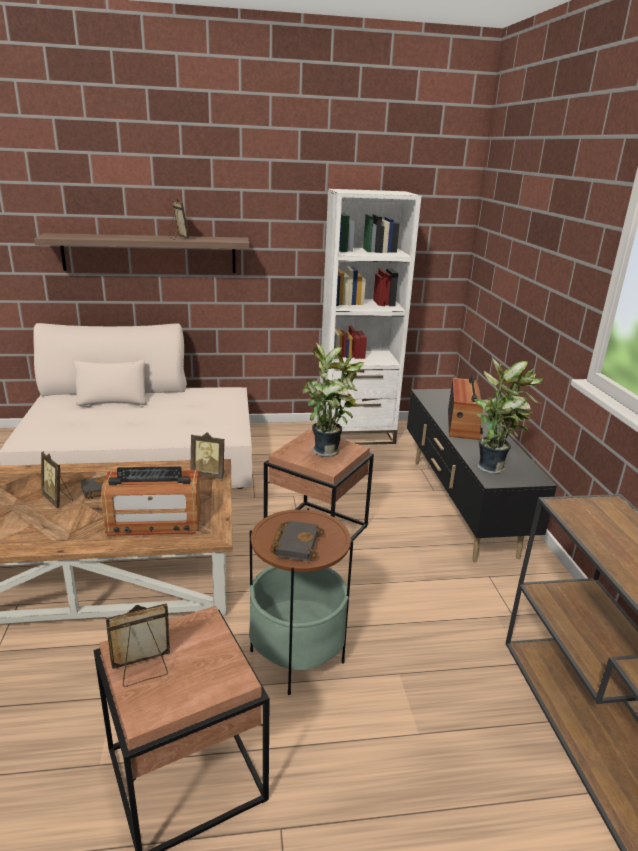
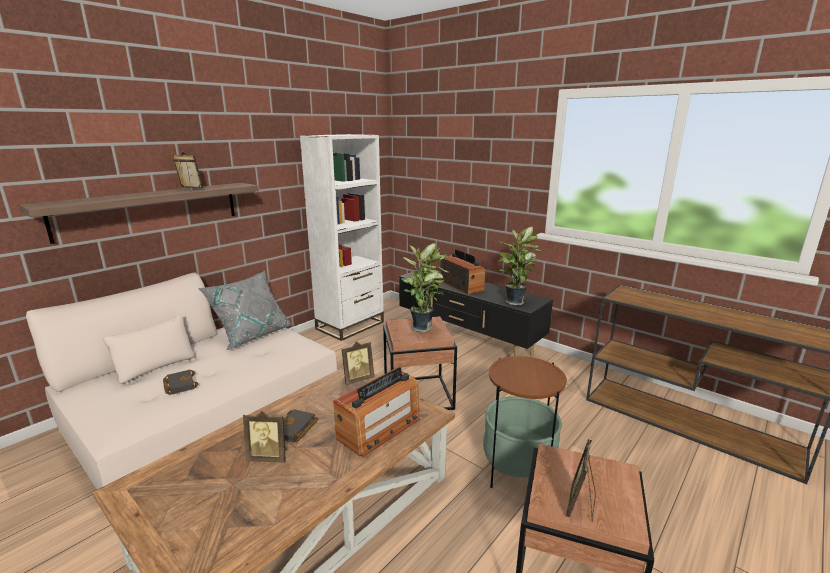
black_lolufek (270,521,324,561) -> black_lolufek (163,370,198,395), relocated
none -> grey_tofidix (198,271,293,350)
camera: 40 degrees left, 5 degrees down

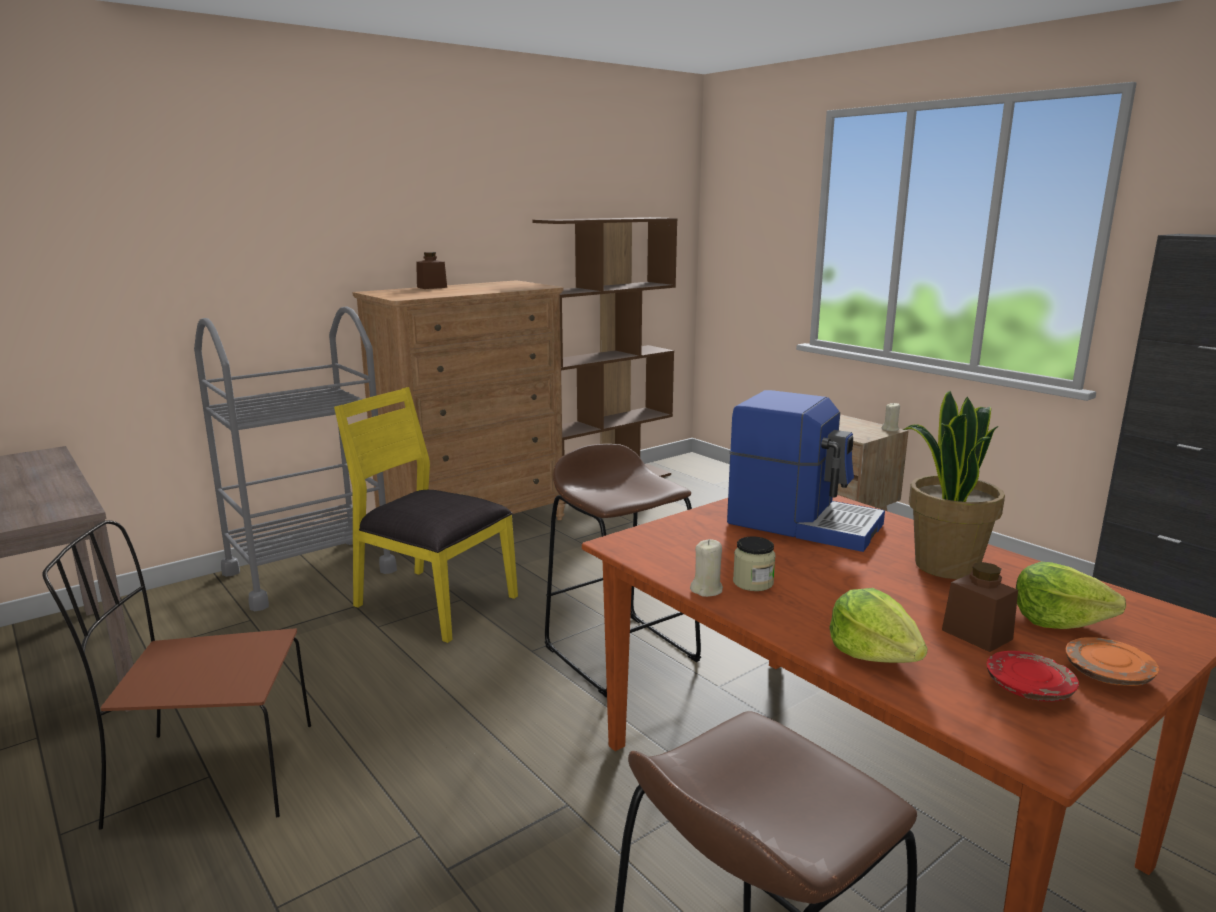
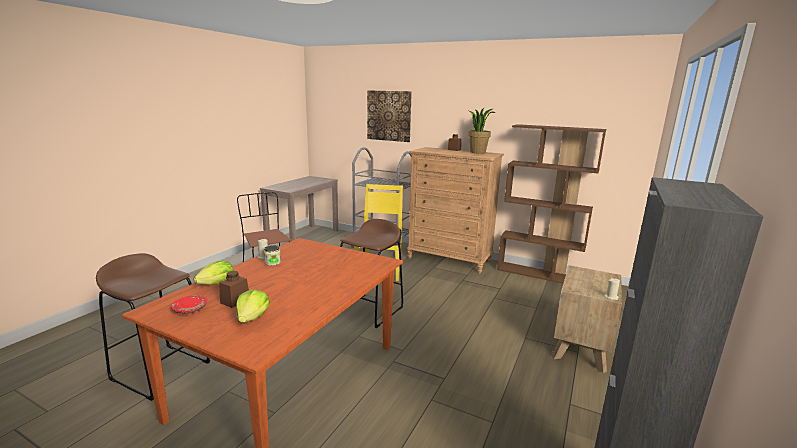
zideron (727,390,885,552) -> none
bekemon (903,391,1005,579) -> bekemon (468,108,496,154), relocated
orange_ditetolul (1065,637,1159,686) -> none
none -> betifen (367,90,412,142)
camera: 65 degrees right, 0 degrees up

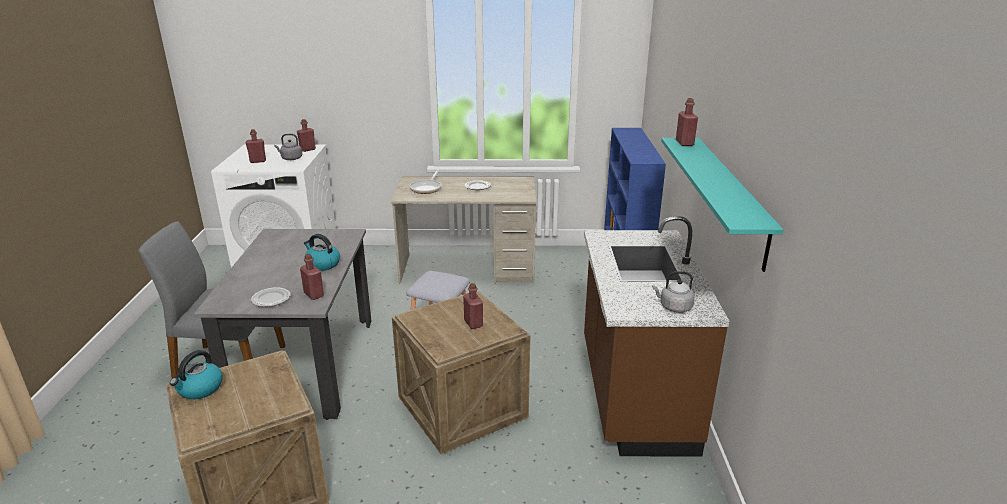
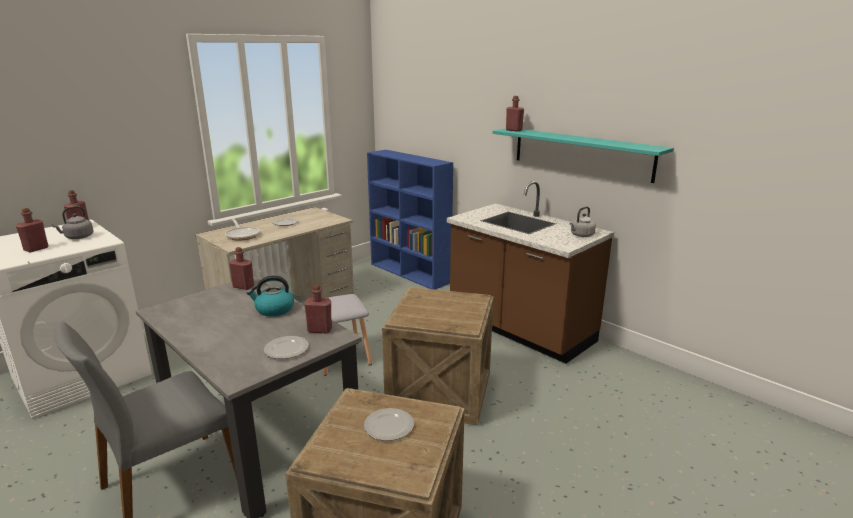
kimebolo (170,350,223,399) -> none
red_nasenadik (463,283,483,329) -> red_nasenadik (229,247,254,290), relocated
none -> ditetolul (364,408,414,441)
camera: 45 degrees left, 5 degrees down

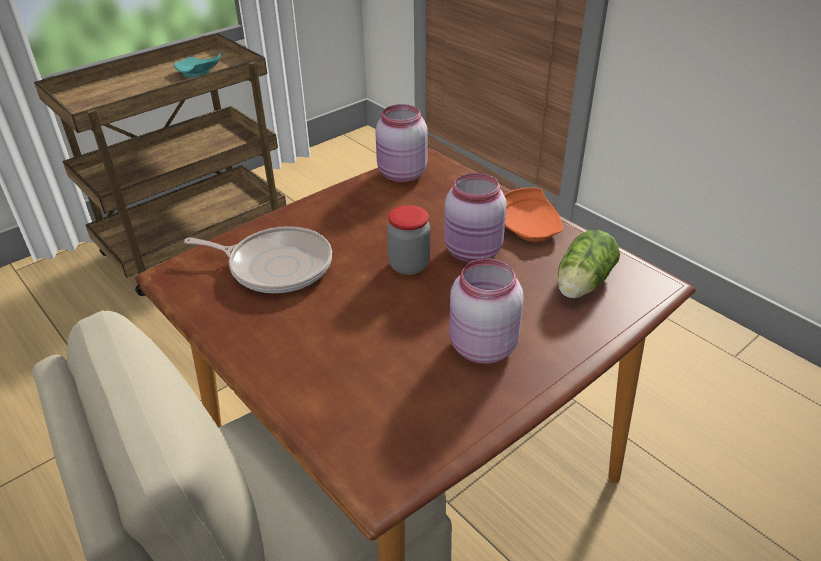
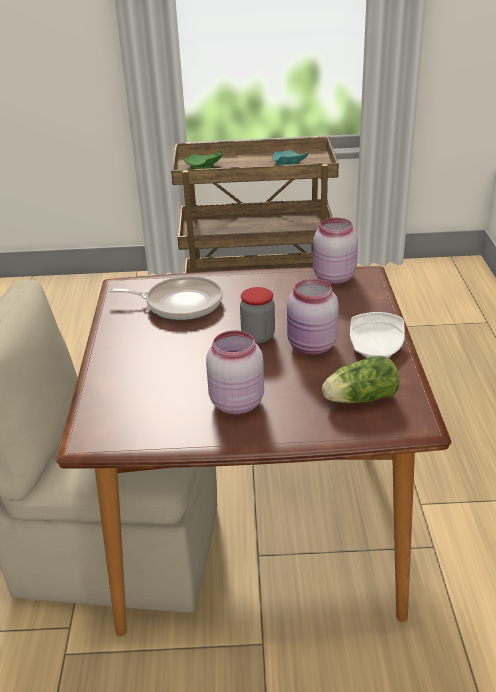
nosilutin (184,226,332,293) -> nosilutin (108,276,223,320), 45 degrees counterclockwise
orange_ditetolul (504,187,563,242) -> white_ditetolul (350,312,405,358)
none -> green_ditetolul (184,150,223,169)
camera: 40 degrees right, 5 degrees down

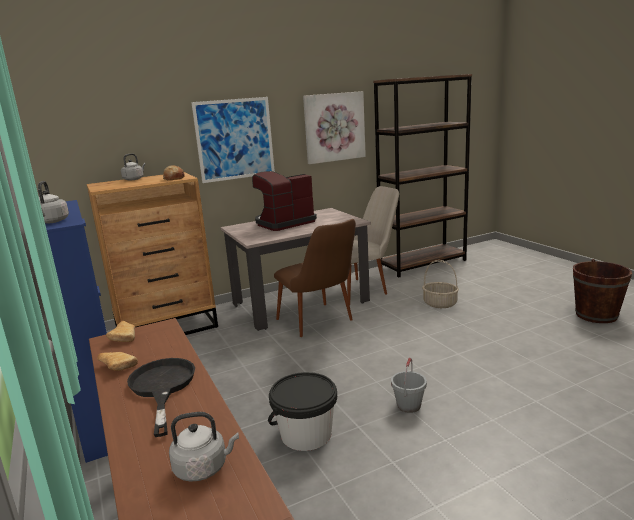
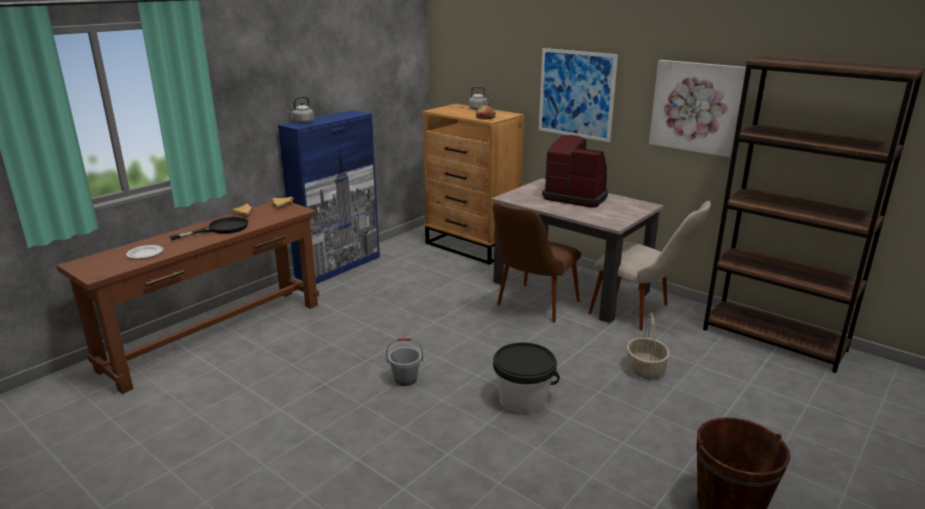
grey_kimebolo (169,412,239,482) -> ditetolul (126,245,163,259)
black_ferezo (268,372,337,451) -> black_ferezo (493,342,560,413), relocated
camera: 65 degrees right, 5 degrees up

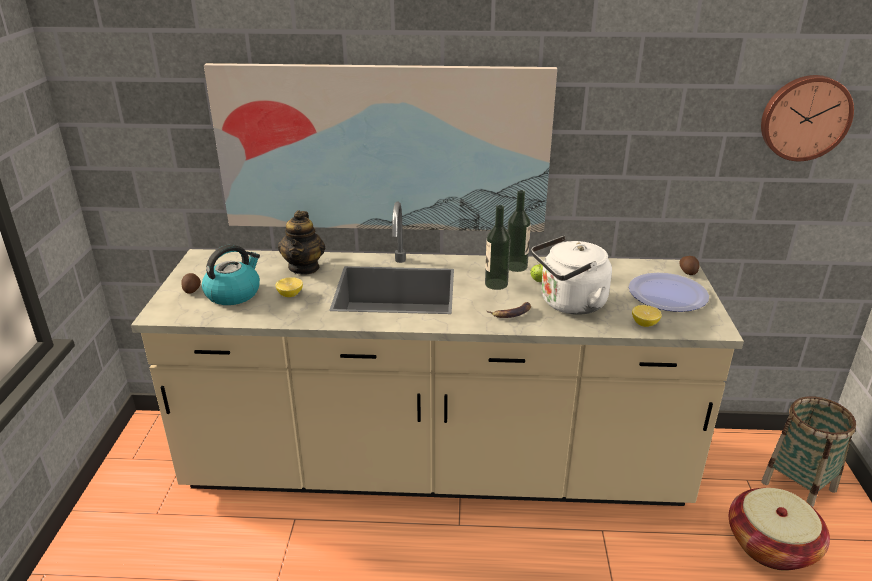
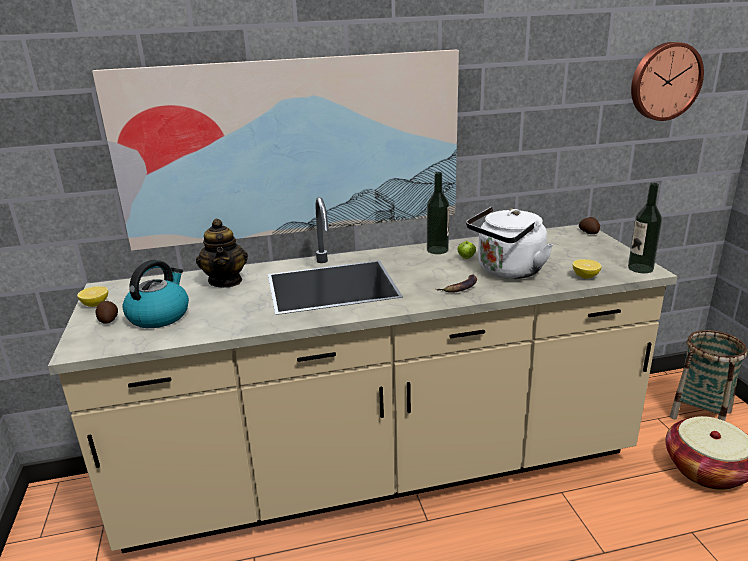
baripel (276,277,303,297) -> baripel (77,286,108,307), relocated
nasenadik (485,205,511,290) -> nasenadik (628,183,662,273), relocated
ditetolul (629,273,709,312) -> none
camera: 15 degrees left, 5 degrees down

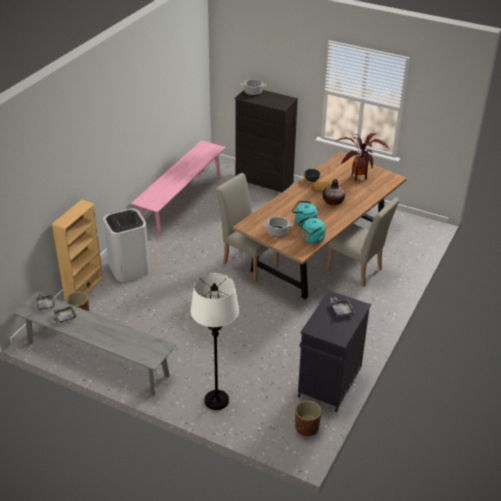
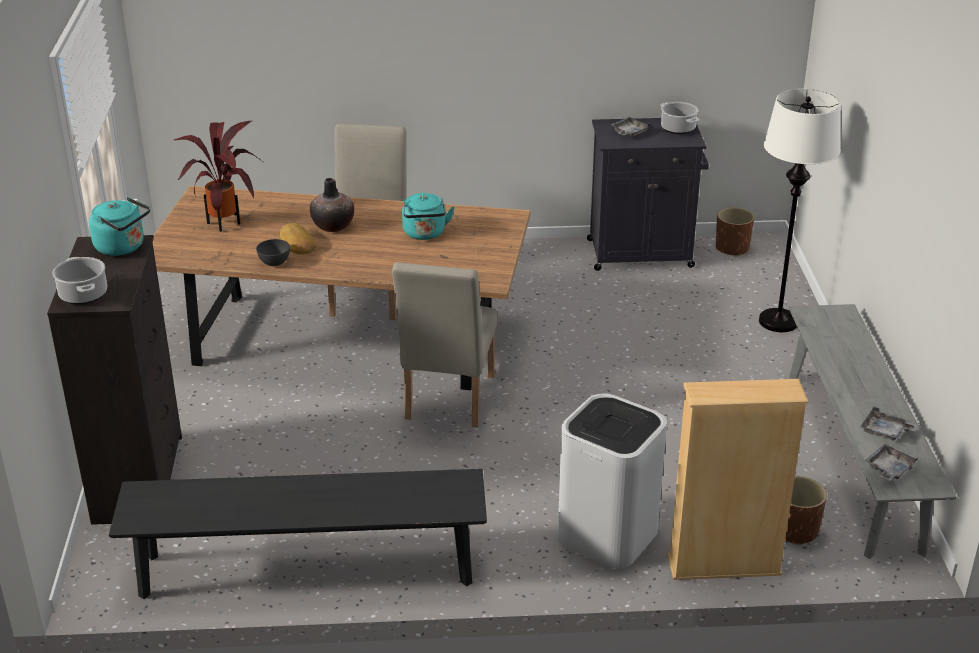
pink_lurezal (131,140,226,236) -> black_lurezal (109,469,487,599)
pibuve (263,216,294,237) -> pibuve (660,102,699,134), relocated
turquoise_kimebolo (298,217,326,244) -> turquoise_kimebolo (89,197,150,256), relocated
camera: 120 degrees left, 5 degrees down

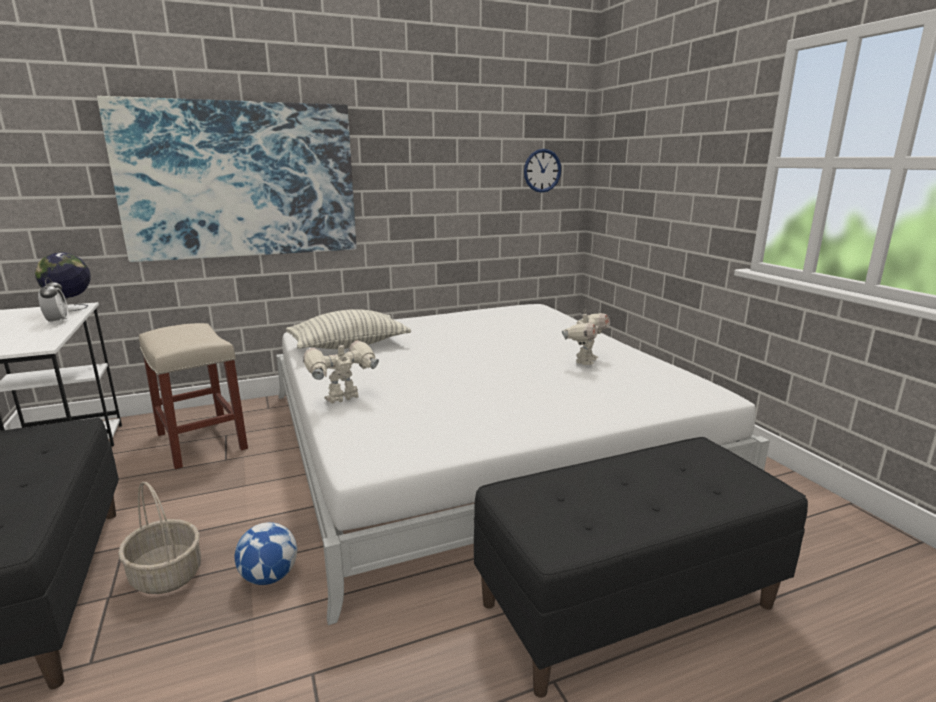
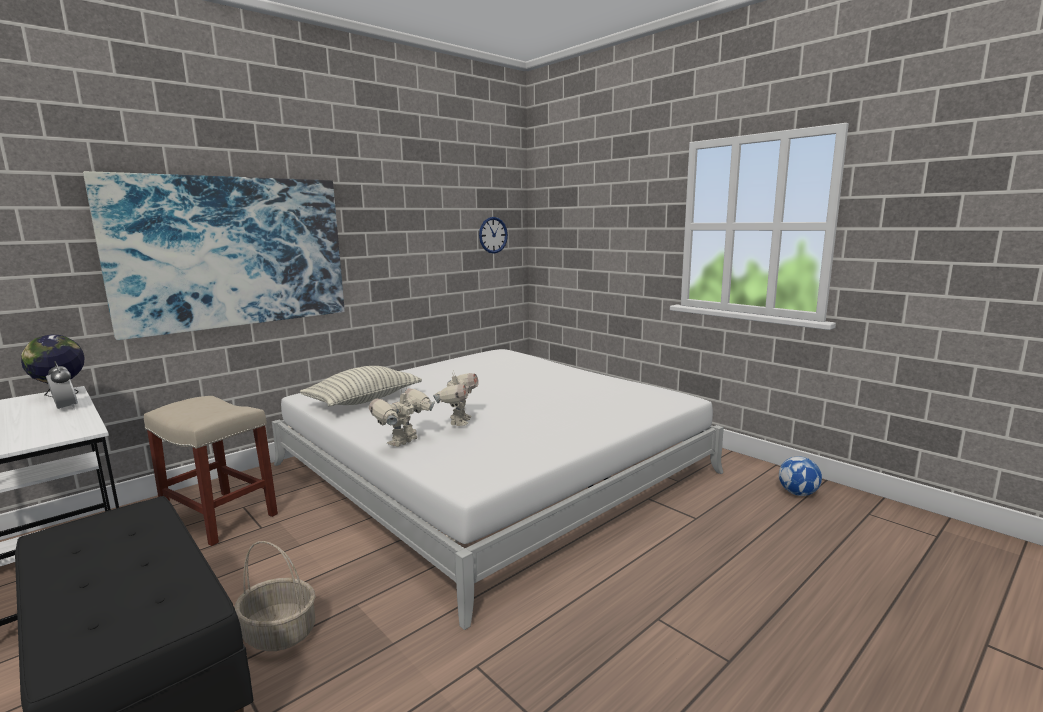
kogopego (234,522,297,585) -> kogopego (779,456,822,496), relocated
black_lurezal (474,437,808,698) -> none
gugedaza (562,310,610,365) -> gugedaza (433,370,479,426), relocated
camera: 20 degrees left, 5 degrees down

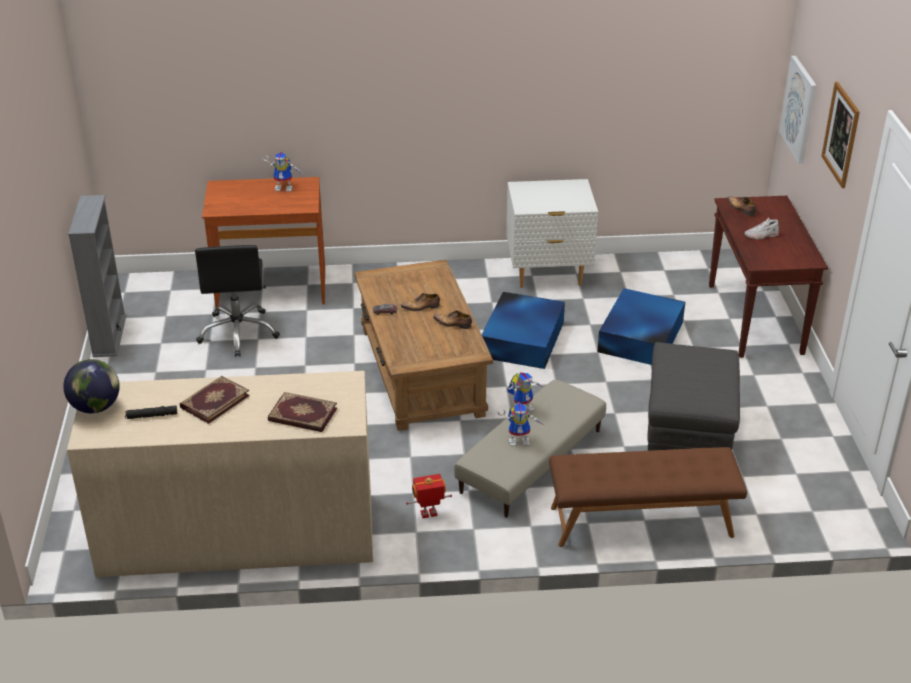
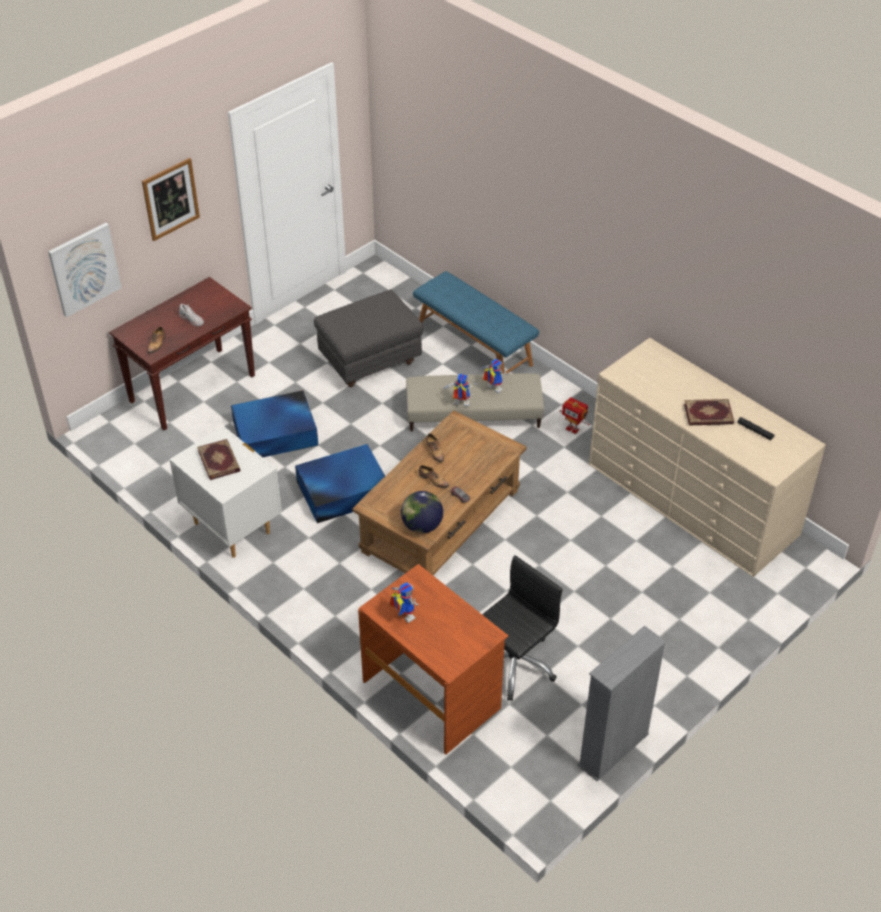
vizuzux (63,359,120,413) -> vizuzux (401,491,443,533), relocated
lolufek (268,392,337,432) -> lolufek (197,439,240,480), relocated
brown_lurezal (549,447,747,547) -> blue_lurezal (413,271,539,374)
camera: 130 degrees left, 10 degrees up

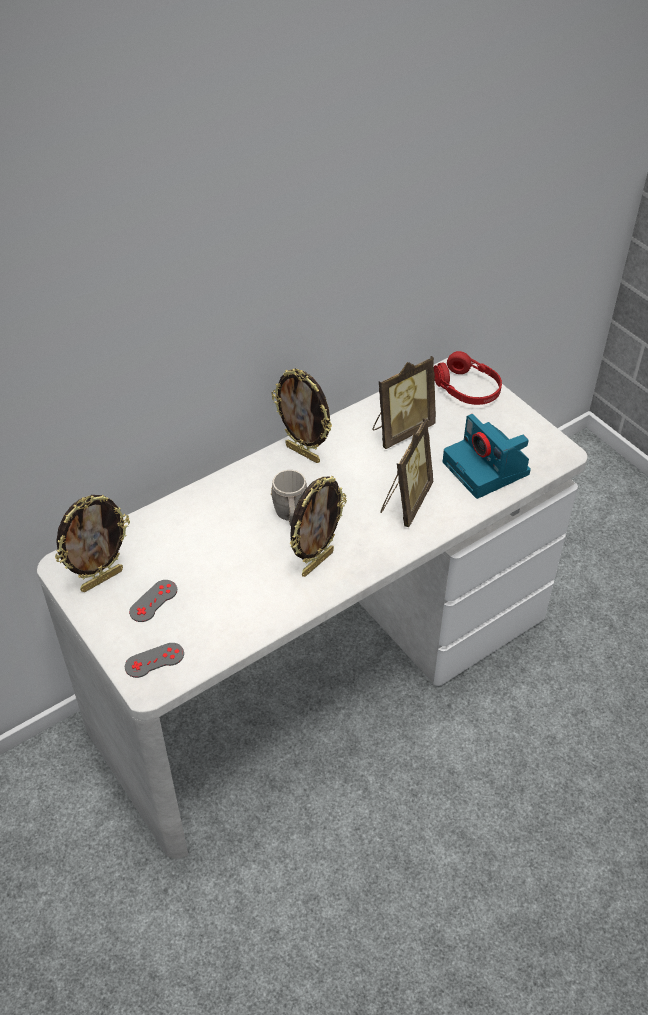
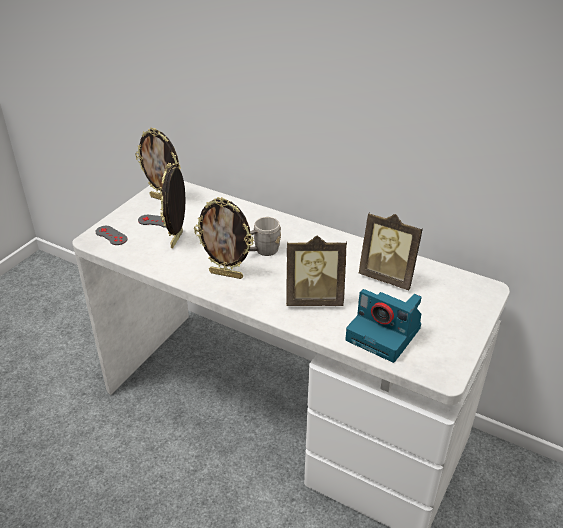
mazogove (271,369,332,463) -> mazogove (161,163,185,248), relocated
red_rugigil (434,351,502,405) -> none
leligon (443,414,531,499) -> leligon (345,289,421,363), 90 degrees counterclockwise
camera: 65 degrees right, 10 degrees down

